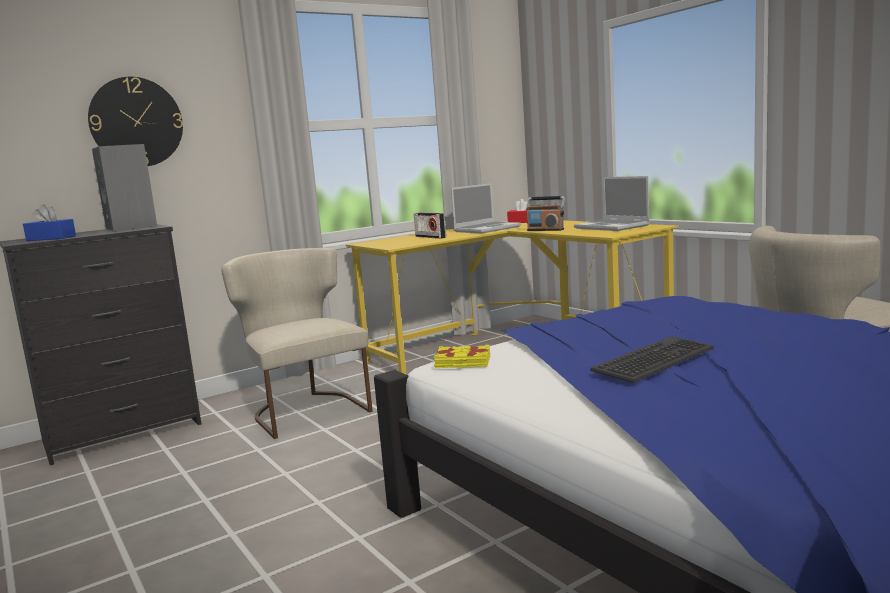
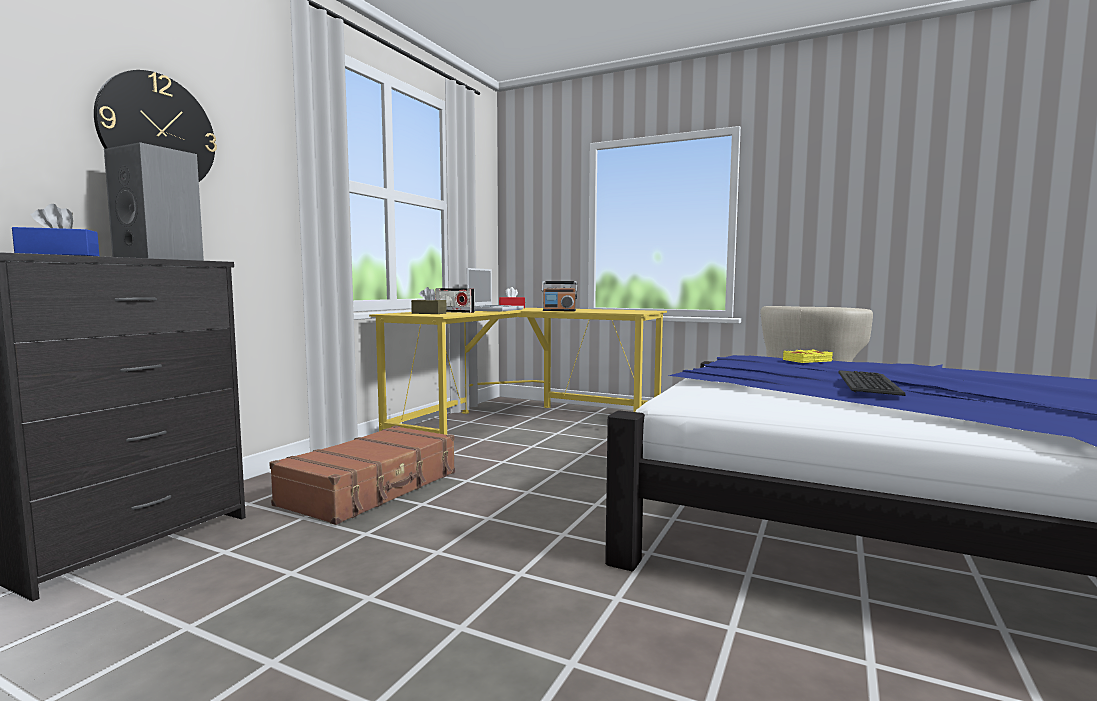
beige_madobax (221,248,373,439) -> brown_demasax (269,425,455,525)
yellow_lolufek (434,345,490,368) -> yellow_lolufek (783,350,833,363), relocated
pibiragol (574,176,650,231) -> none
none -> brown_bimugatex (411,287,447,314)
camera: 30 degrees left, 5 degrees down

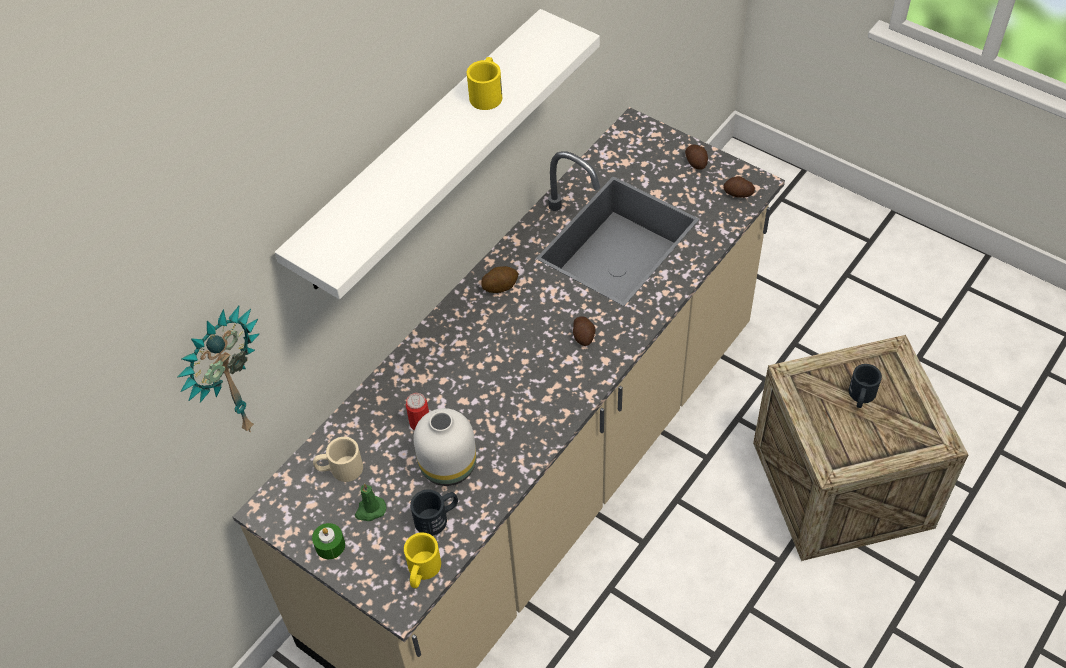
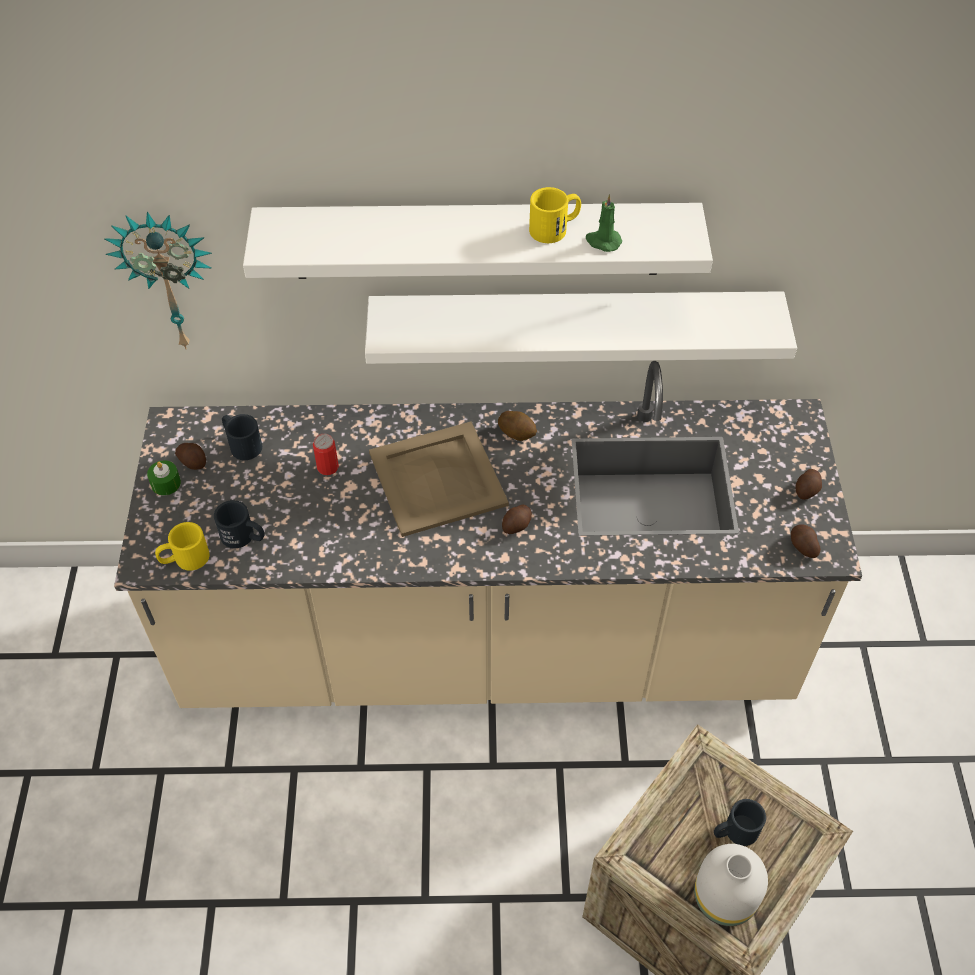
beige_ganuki (313,437,363,482) -> black_ganuki (222,414,262,460)
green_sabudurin (355,483,387,521) -> green_sabudurin (586,194,622,252), relocated
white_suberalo (413,408,476,486) -> white_suberalo (694,844,768,926), relocated
none -> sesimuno (175,443,206,470)
none -> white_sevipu (365,291,797,364)
none -> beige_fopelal (369,421,509,537)
camera: 50 degrees right, 0 degrees up

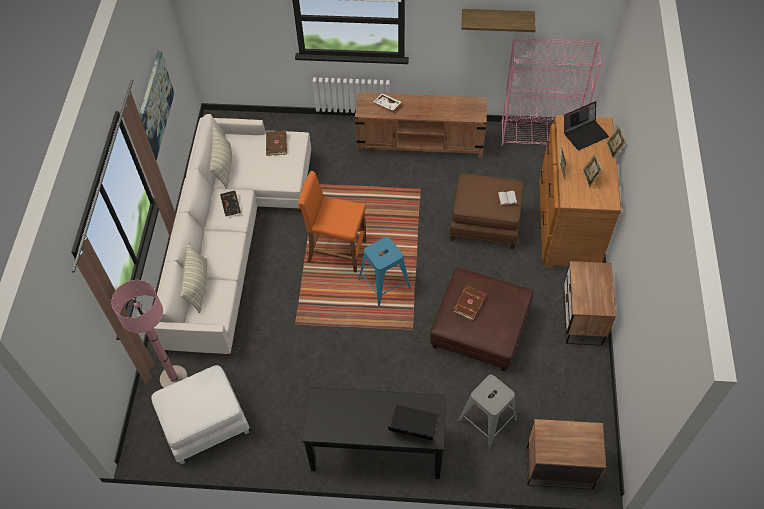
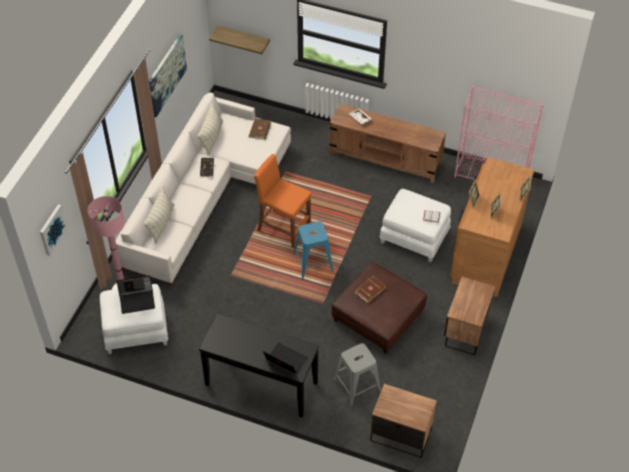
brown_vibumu (449,174,524,249) -> white_vibumu (379,189,451,262)
sevipu (461,9,536,32) -> sevipu (209,25,270,54), relocated
pibiragol (564,101,609,151) -> pibiragol (117,275,155,314), relocated
none -> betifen (40,204,68,256)
camera: 15 degrees right, 5 degrees down

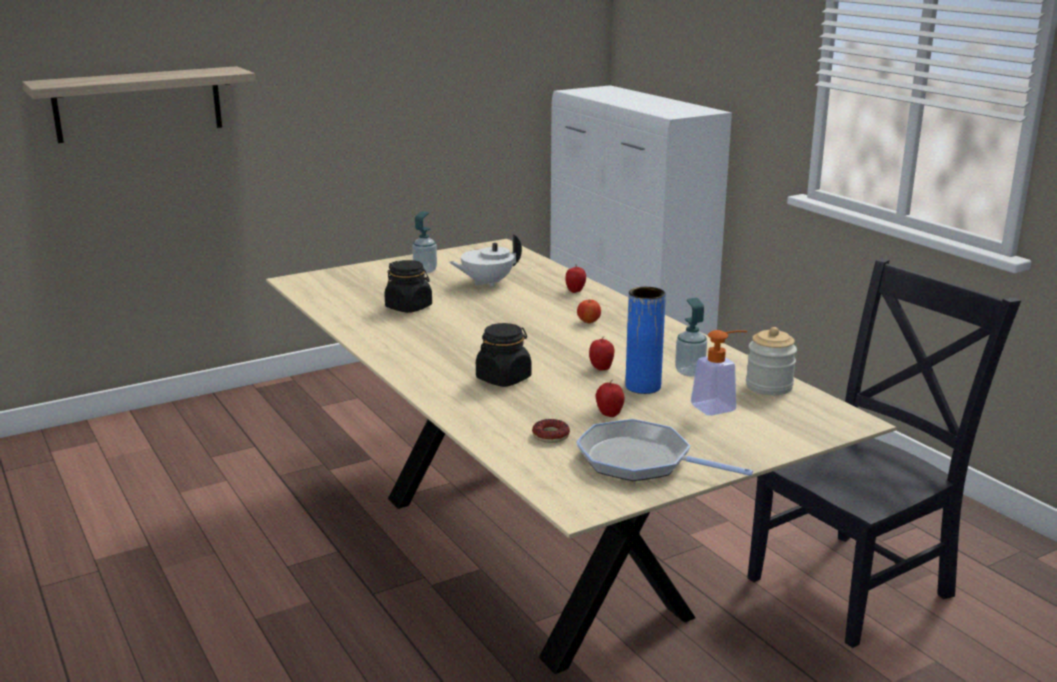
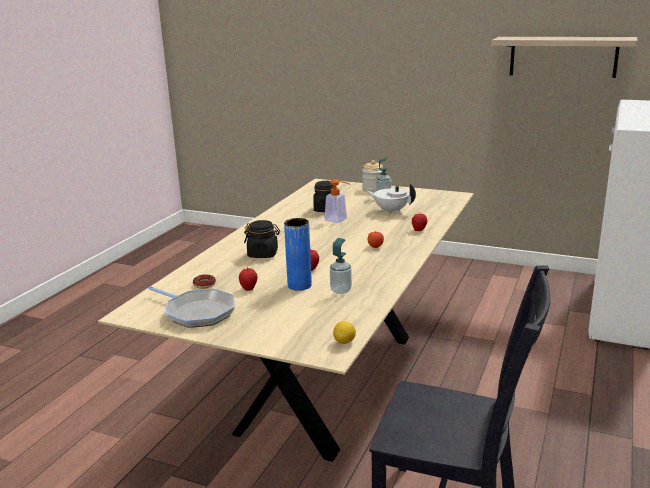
sevipu (22,66,256,143) -> sevipu (491,37,637,78), relocated
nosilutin (576,419,753,481) -> nosilutin (148,286,235,328), 135 degrees clockwise
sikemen (691,330,747,416) -> sikemen (324,179,350,223), relocated
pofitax (746,327,797,395) -> pofitax (362,160,383,192), relocated
none -> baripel (333,321,356,344)
camera: 55 degrees right, 0 degrees up

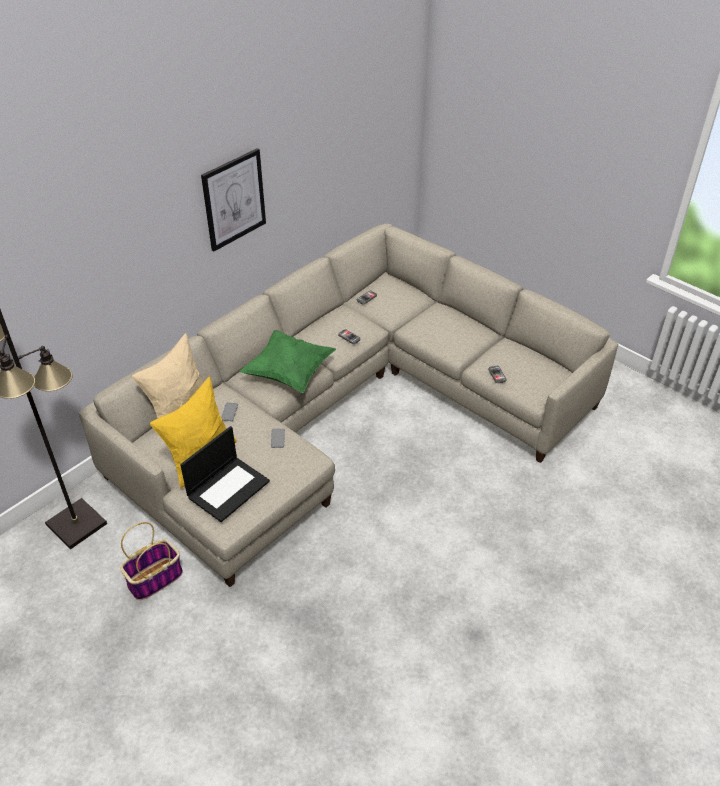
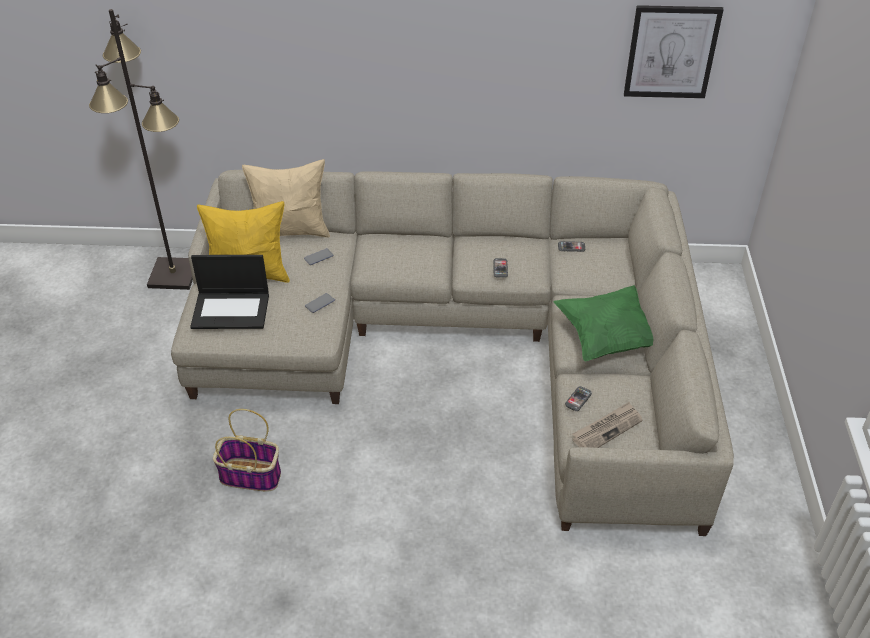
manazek (120,522,183,600) -> manazek (213,409,281,492), relocated
betifen (201,148,266,251) -> betifen (624,5,724,98), relocated
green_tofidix (239,330,336,393) -> green_tofidix (553,285,653,361), relocated
none -> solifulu (572,402,642,448)
camera: 50 degrees right, 0 degrees up

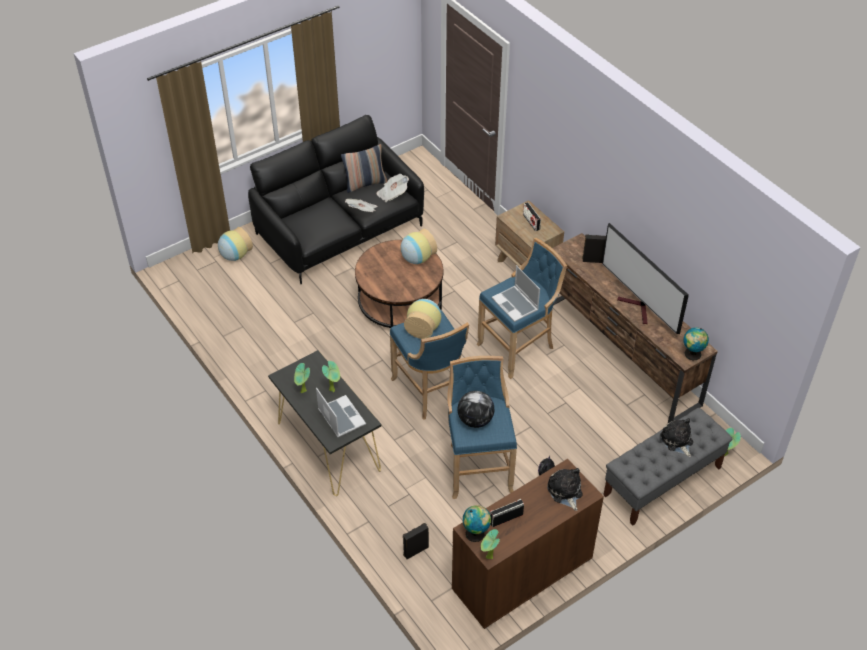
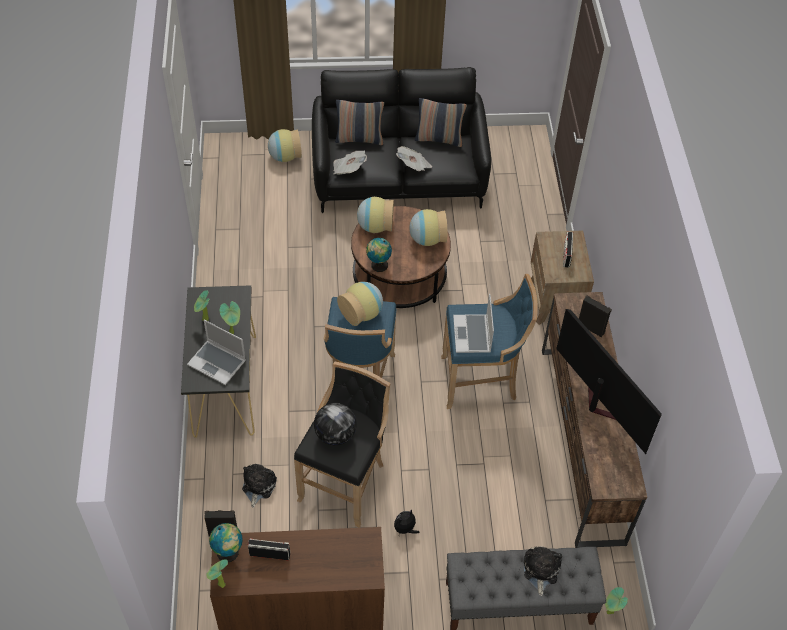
pibiragol (316,388,366,437) -> pibiragol (187,320,246,385), 120 degrees clockwise
solifulu (377,174,409,202) -> solifulu (333,151,367,175), relocated
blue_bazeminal (447,356,517,499) -> black_bazeminal (294,362,390,528)
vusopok (547,468,583,511) -> vusopok (242,464,277,508), relocated
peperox (602,223,689,334) -> peperox (556,309,662,454), 150 degrees clockwise
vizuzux (683,327,709,360) -> vizuzux (366,238,392,272), relocated
none -> tofidix (335,100,384,145)
none -> suberalo (357,197,394,233)
camera: 30 degrees right, 5 degrees up

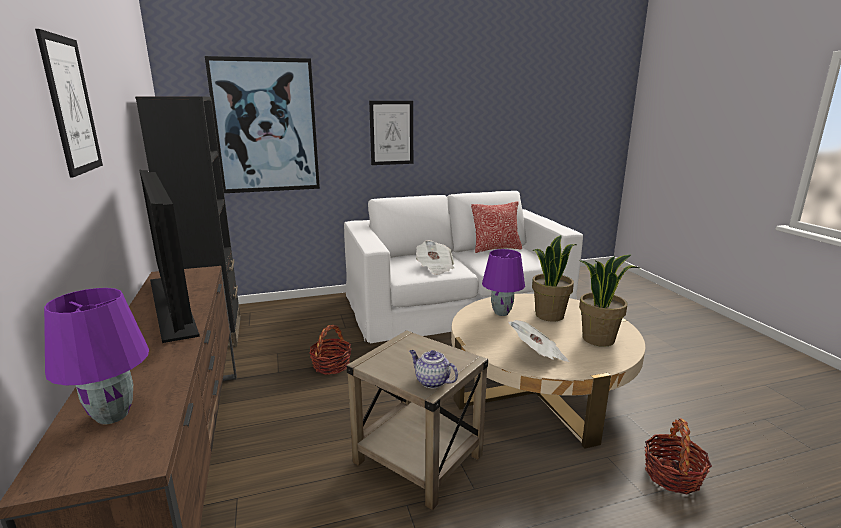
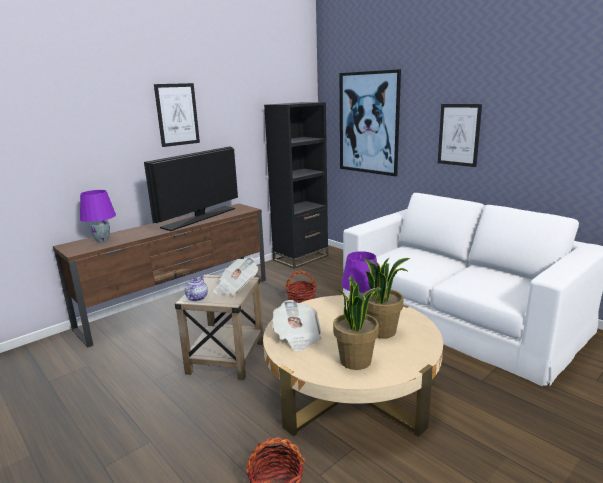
solifulu (416,240,454,275) -> solifulu (213,257,258,295), relocated
tofidix (471,202,522,253) -> none
camera: 65 degrees right, 0 degrees up

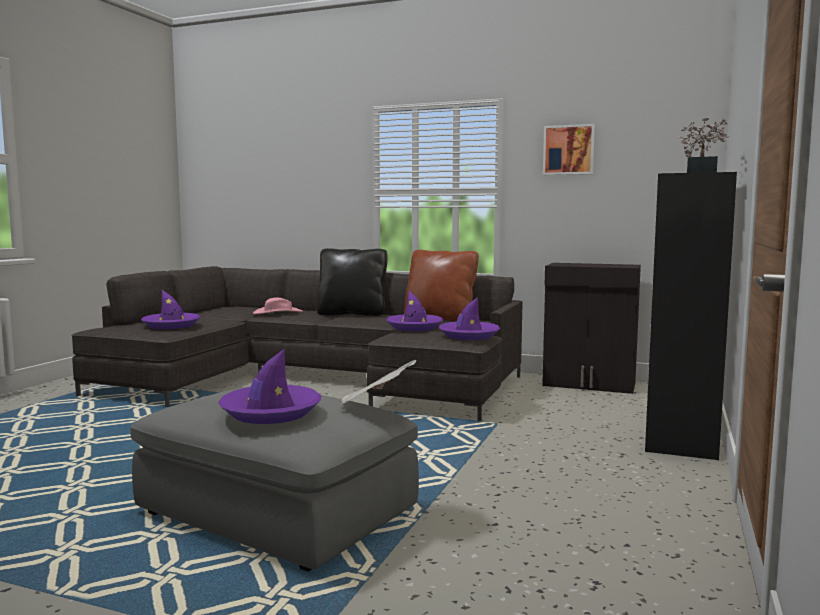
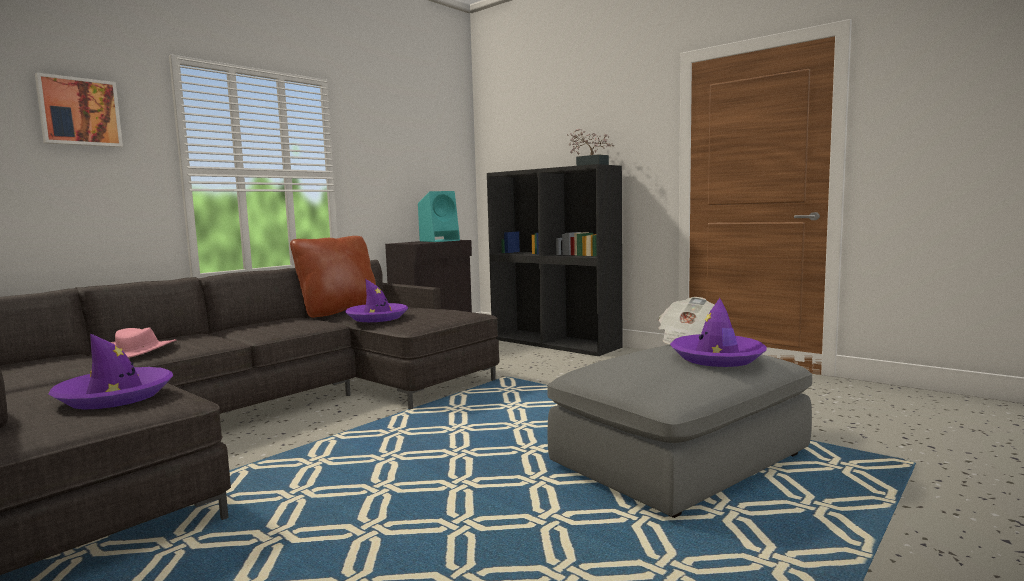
black_tofidix (317,248,388,316) -> none
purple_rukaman (439,297,500,340) -> none
betifen (543,124,595,175) -> betifen (35,73,123,147), relocated
none -> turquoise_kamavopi (418,191,460,242)
camera: 70 degrees left, 0 degrees up

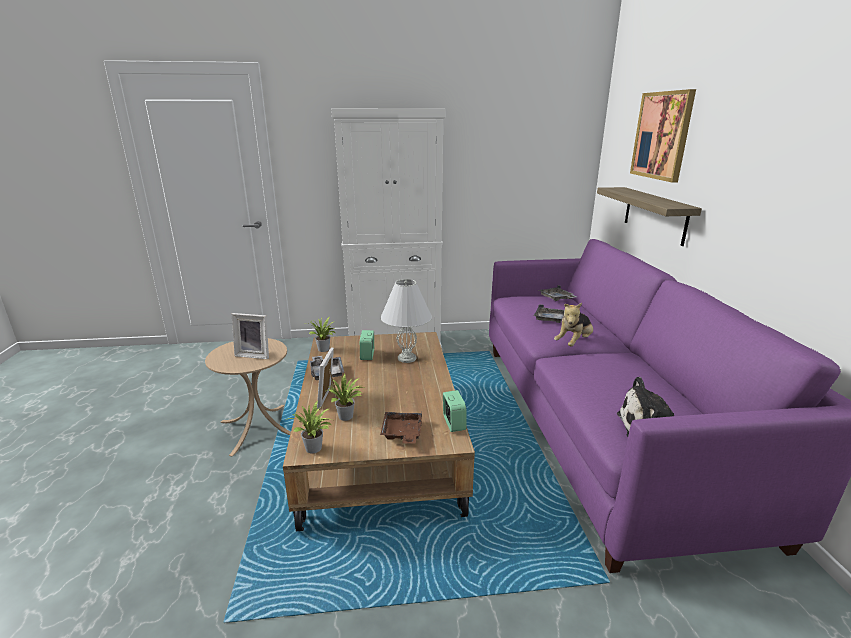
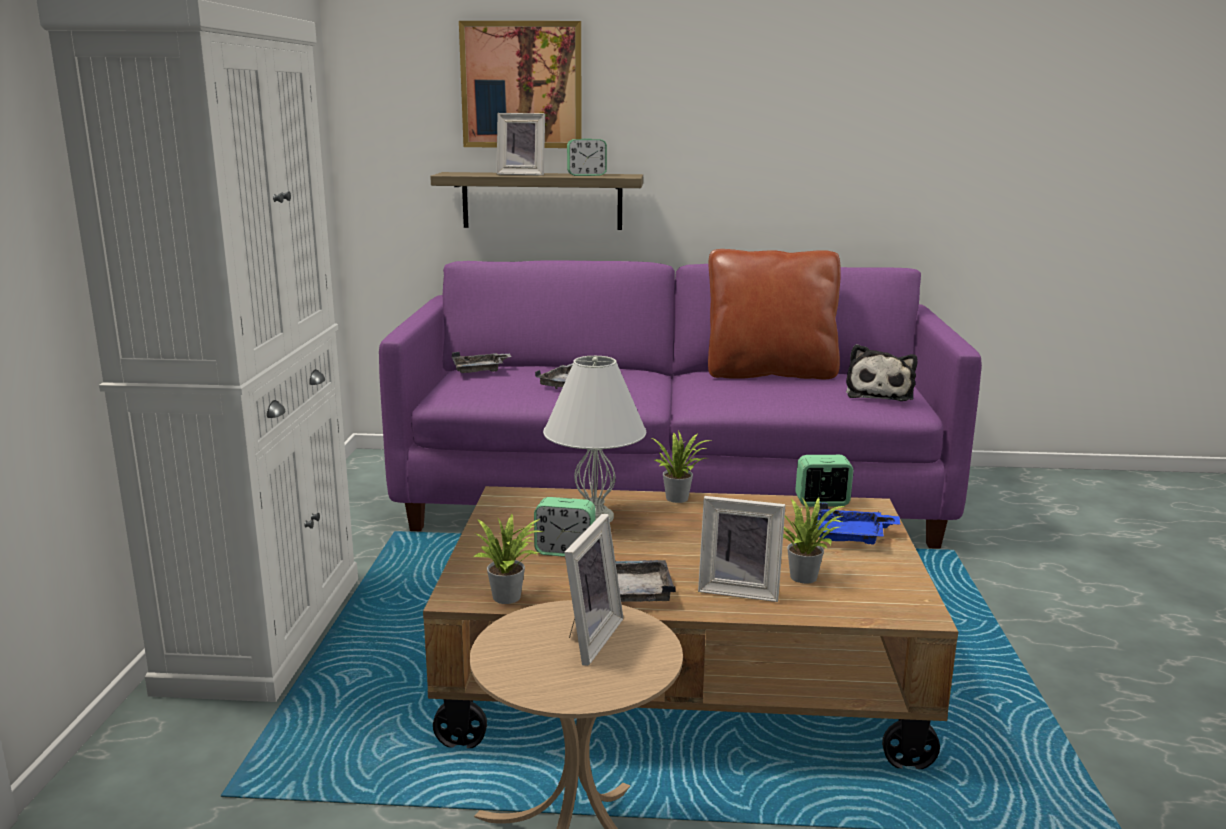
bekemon (285,400,332,453) -> bekemon (652,431,713,503), relocated
brown_fopelal (380,411,422,444) -> blue_fopelal (816,503,900,545)
vusopok (554,303,593,347) -> none
none -> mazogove (496,113,545,176)
none -> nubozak (567,138,607,176)
none -> brown_tofidix (708,249,841,379)
camera: 80 degrees left, 5 degrees down

